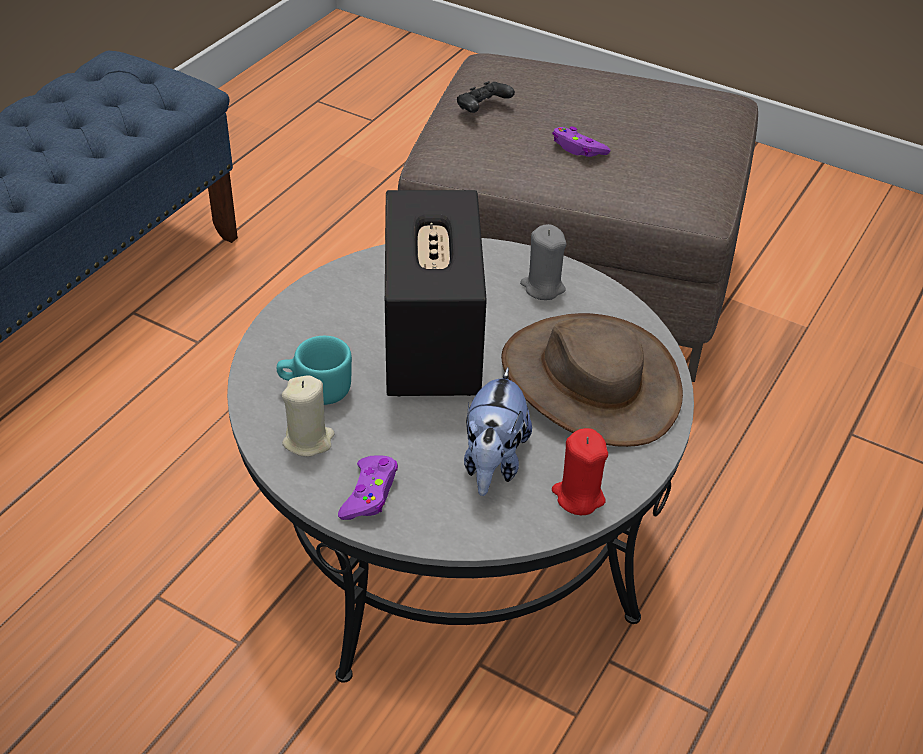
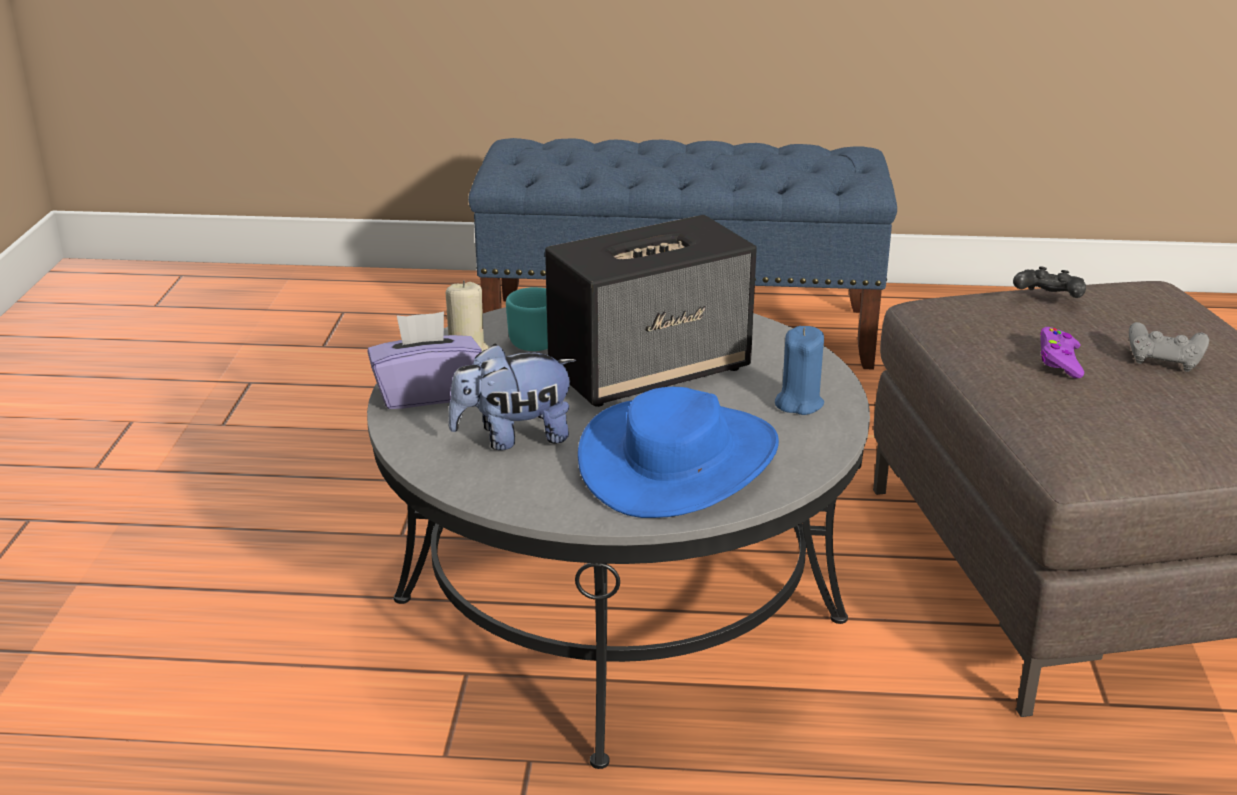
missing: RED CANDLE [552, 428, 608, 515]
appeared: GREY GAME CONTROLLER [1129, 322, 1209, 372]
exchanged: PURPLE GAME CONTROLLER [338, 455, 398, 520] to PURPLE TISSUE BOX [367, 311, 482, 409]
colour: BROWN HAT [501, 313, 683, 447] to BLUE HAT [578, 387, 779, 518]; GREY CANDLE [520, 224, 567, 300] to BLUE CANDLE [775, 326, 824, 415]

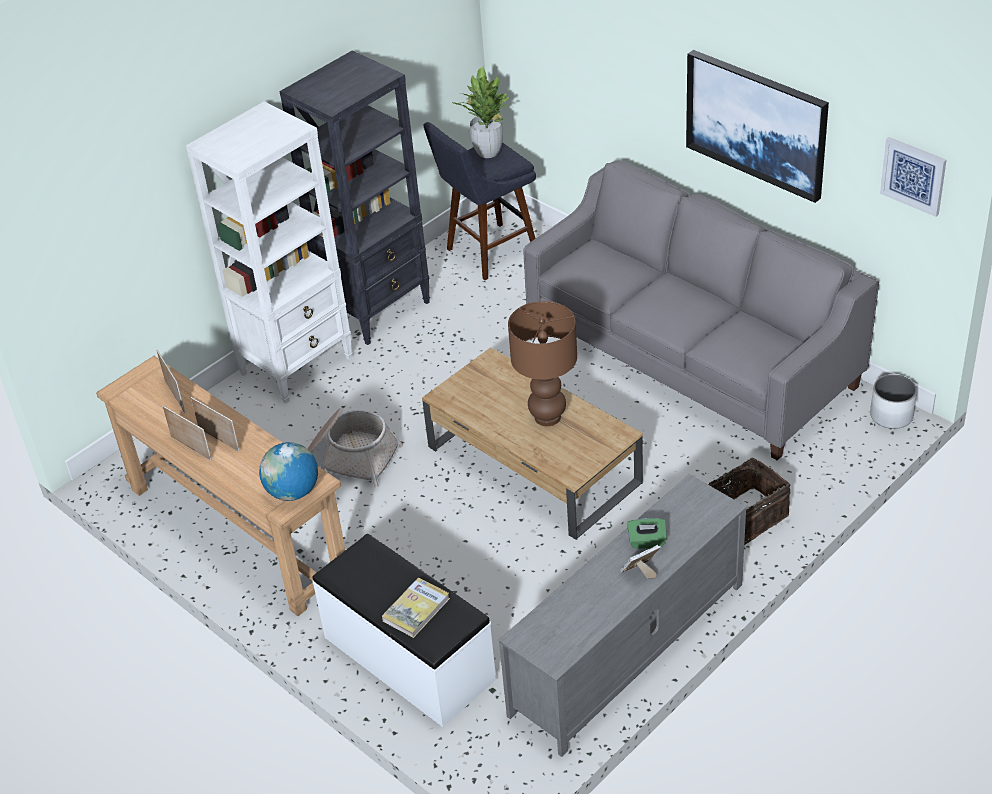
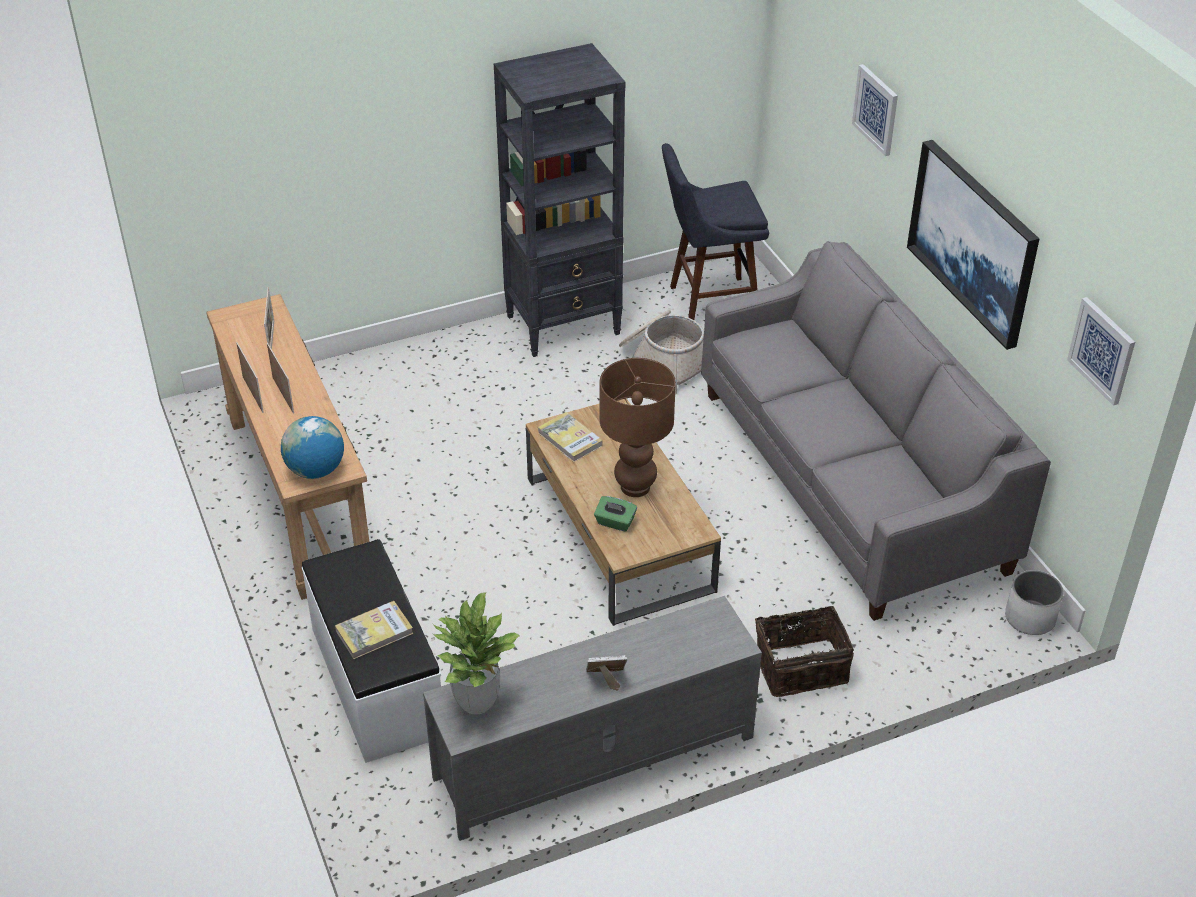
missing: WHITE BOOKCASE [186, 101, 353, 404]
appeared: BOOK [538, 412, 602, 462]; PICTURE [852, 64, 898, 156]
relocated: BASKET [307, 408, 403, 488] to [619, 310, 704, 394]; POTTED PLANT [452, 66, 510, 158] to [433, 593, 519, 714]; GREEN TISSUE BOX [627, 518, 667, 549] to [594, 496, 637, 532]

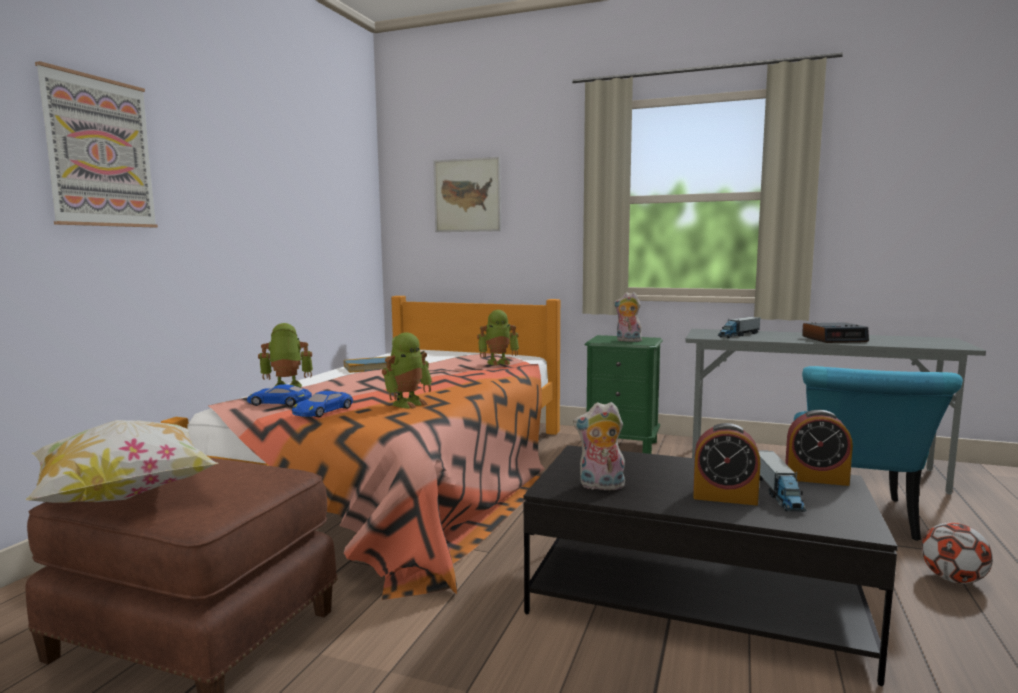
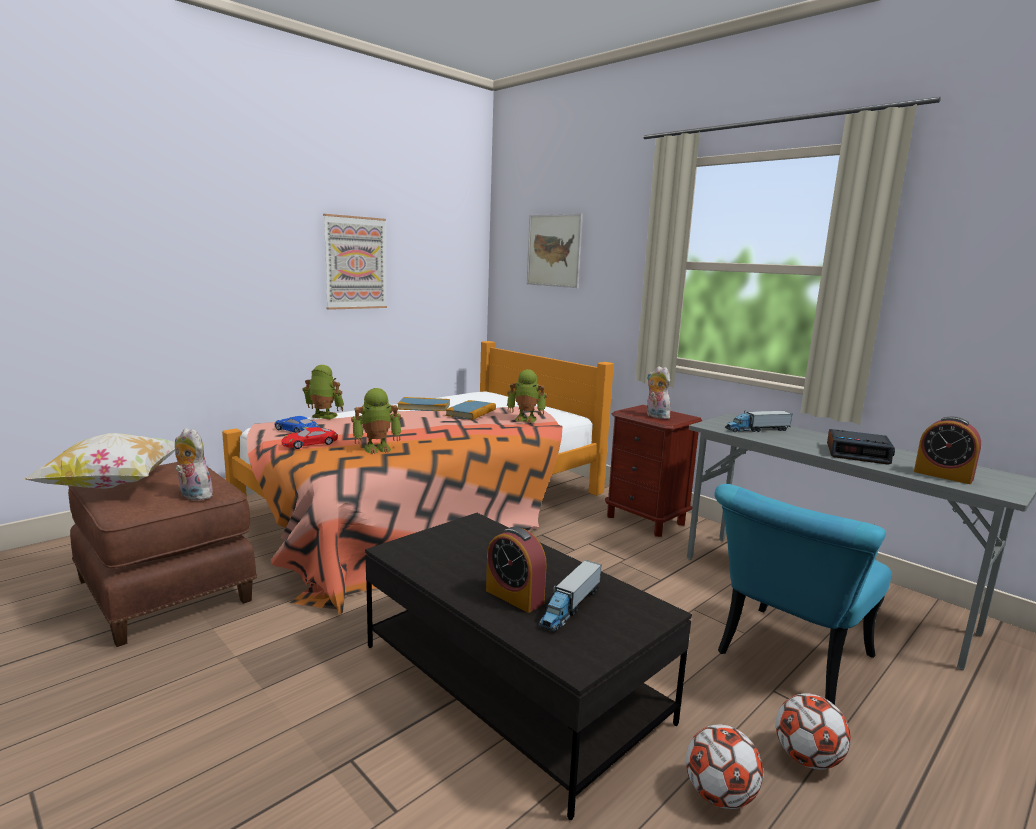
appeared: BOOK [445, 400, 496, 420]; FOOTBALL [686, 725, 763, 809]
relocated: PICTURE [35, 61, 158, 227] to [323, 214, 387, 310]; PLUSH TOY [573, 402, 625, 490] to [175, 428, 216, 500]; ALARM CLOCK [785, 410, 853, 486] to [914, 417, 981, 484]
colour: BLUE TOY CAR [292, 391, 353, 417] to RED TOY CAR [281, 427, 338, 449]; GREEN NIGHTSTAND [585, 335, 663, 454] to BROWN NIGHTSTAND [605, 405, 702, 537]

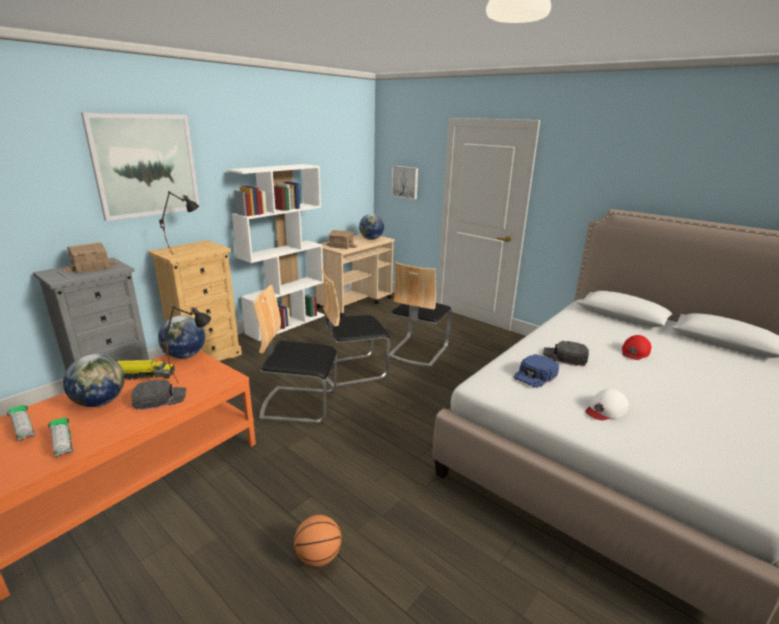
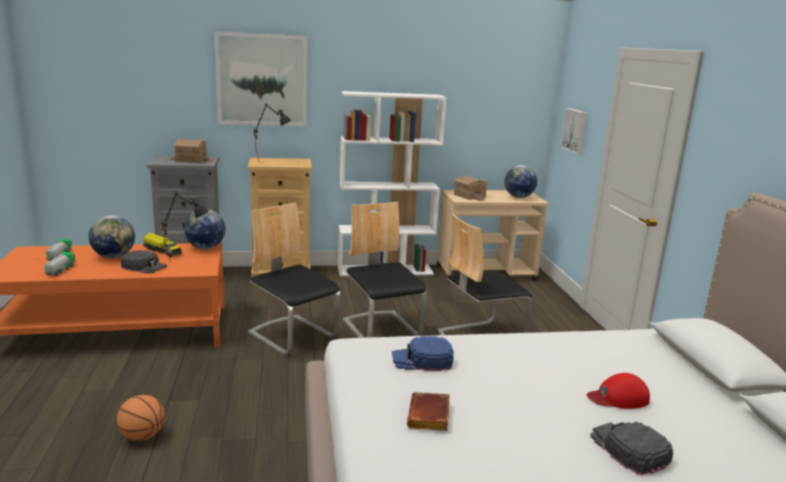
relocated: BLACK CAP [543, 341, 589, 366] to [591, 422, 673, 476]
exchanged: WHITE CAP [585, 389, 629, 420] to BROWN BOOK [407, 392, 450, 431]
spun: CHAIR [321, 268, 390, 388] = [343, 202, 427, 338] 45 degrees clockwise

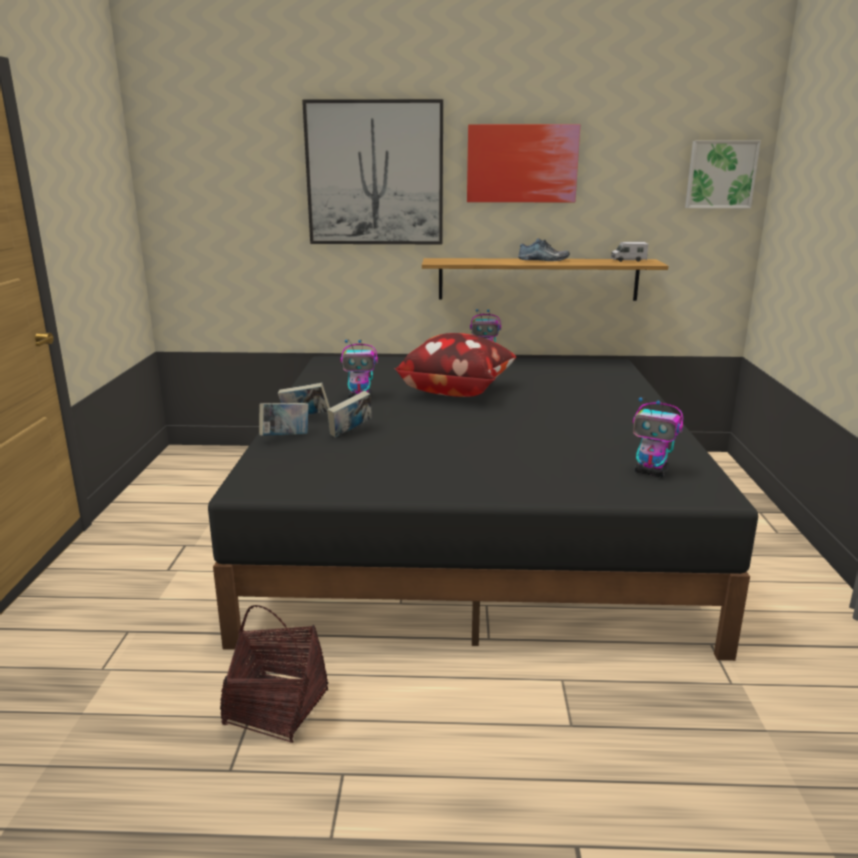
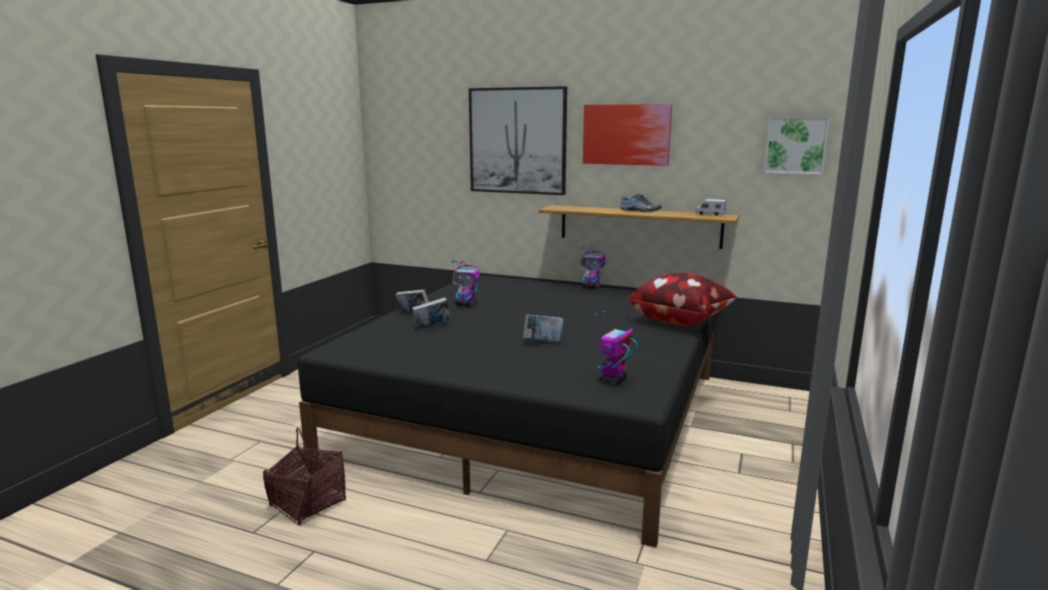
relocated: BOOK [259, 403, 309, 436] to [523, 314, 564, 342]; PILLOW [394, 333, 516, 397] to [628, 272, 737, 326]
spun: TOY ROBOT [633, 397, 683, 477] = [595, 311, 638, 385] 75 degrees clockwise

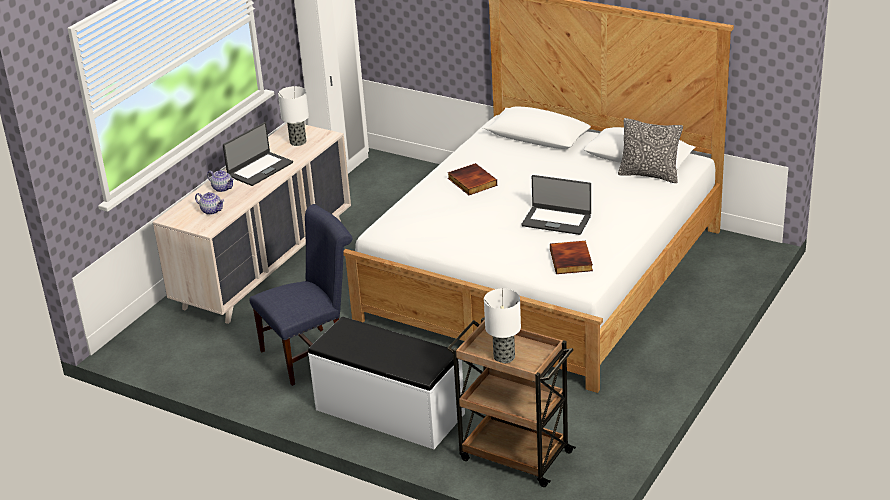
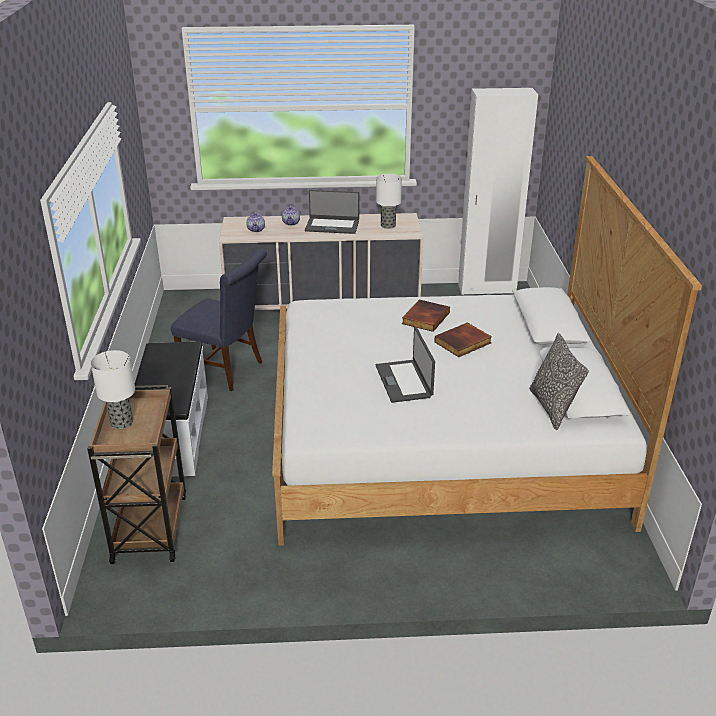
relocated: BOOK [550, 241, 593, 274] to [434, 322, 492, 357]

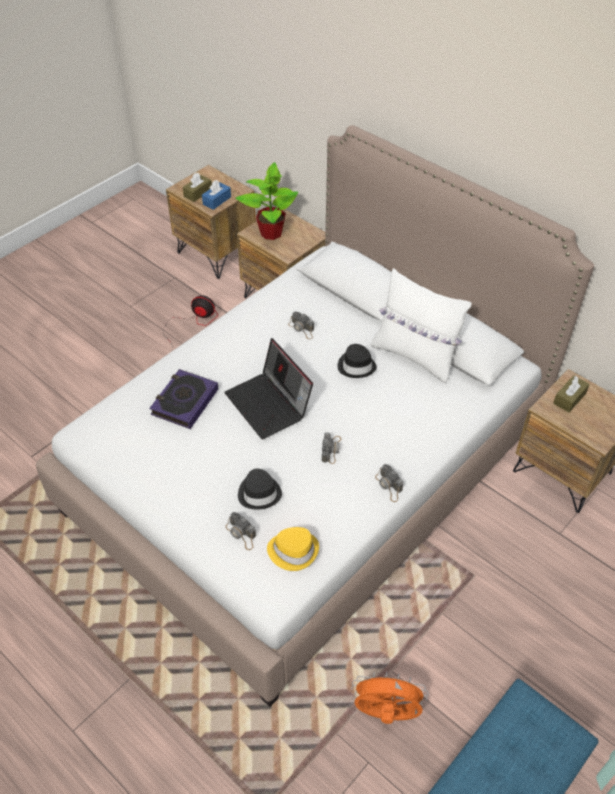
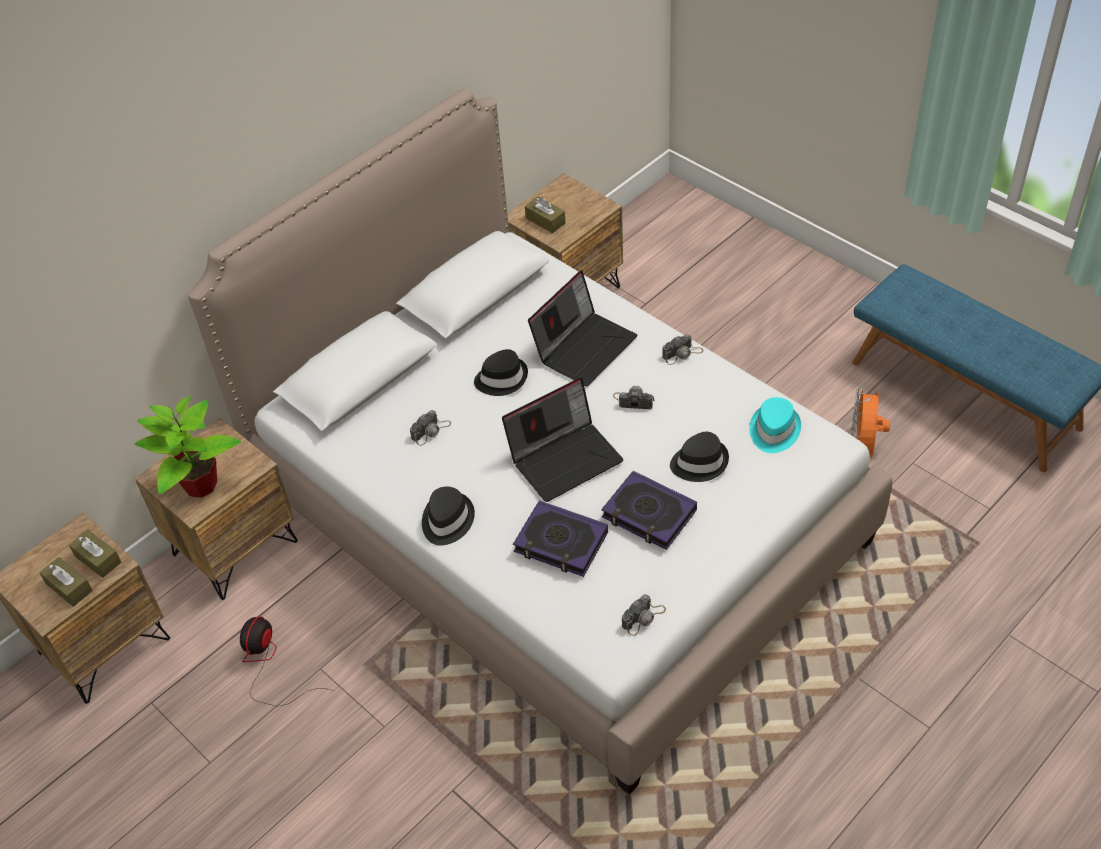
missing: WHITE PILLOW [370, 268, 472, 383]
appeared: BLACK HAT [422, 487, 475, 546]; LAPTOP [528, 270, 638, 387]; BOOK [601, 471, 697, 550]
relocated: PHOTO CAMERA [225, 512, 256, 550] to [622, 594, 666, 636]
colour: BLUE TISSUE BOX [202, 180, 231, 210] to BROWN TISSUE BOX [69, 530, 121, 578]; YELLOW HAT [267, 527, 319, 571] to TURQUOISE HAT [749, 397, 801, 453]

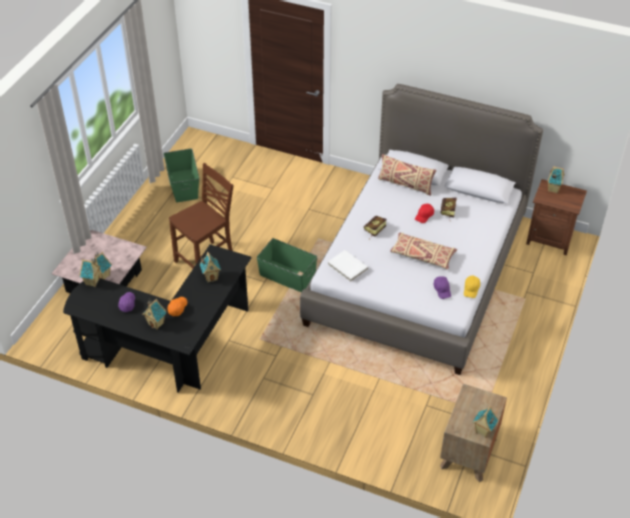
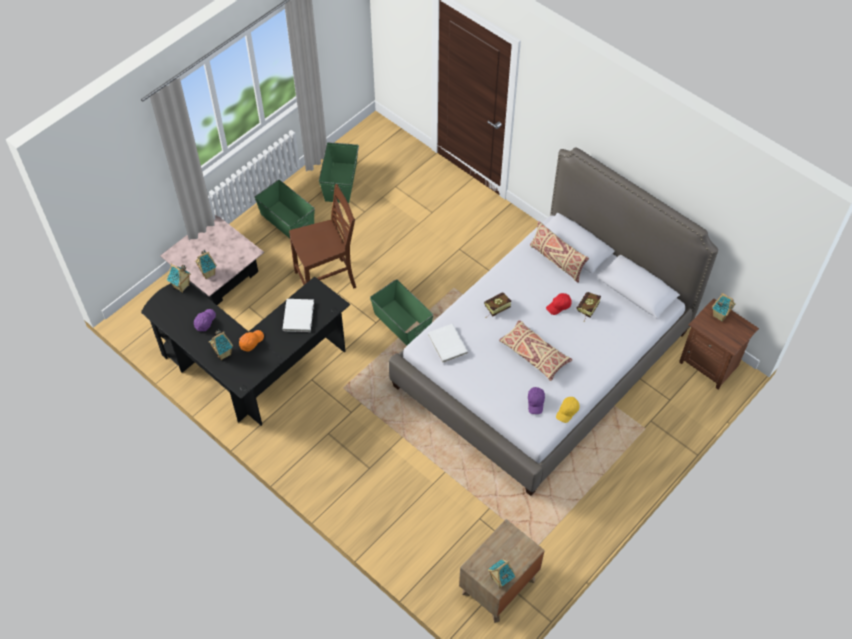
appeared: GREEN STORAGE BOX [254, 180, 315, 238]
exchanged: TOY HOUSE [200, 252, 221, 282] to WHITE BOOK [282, 299, 314, 332]

